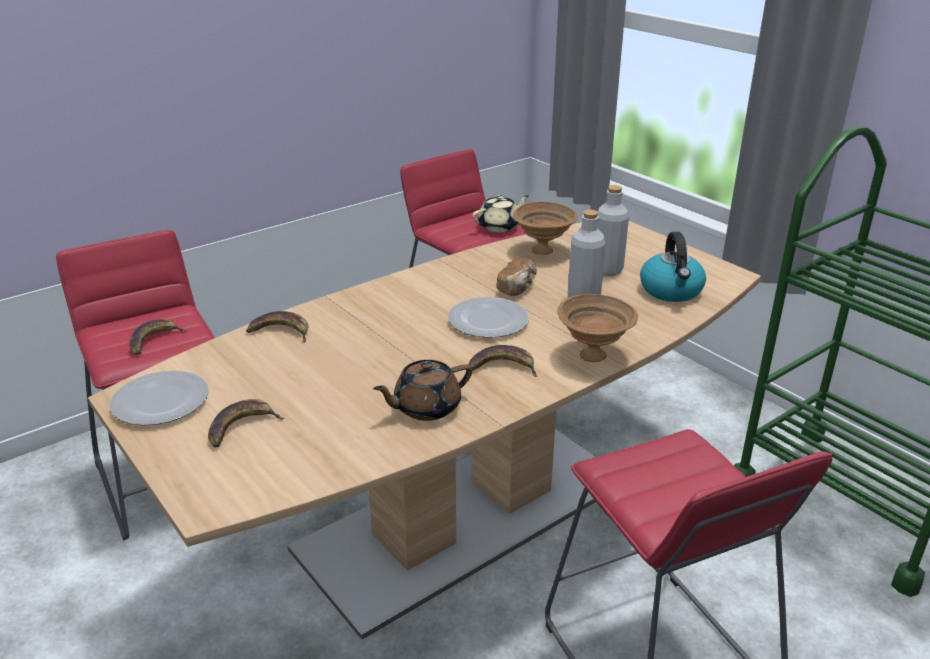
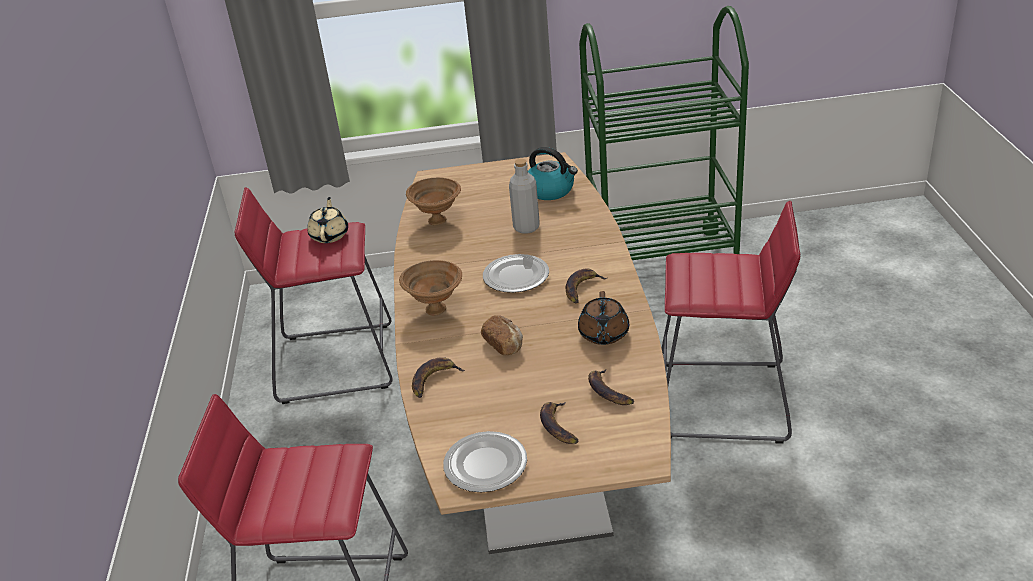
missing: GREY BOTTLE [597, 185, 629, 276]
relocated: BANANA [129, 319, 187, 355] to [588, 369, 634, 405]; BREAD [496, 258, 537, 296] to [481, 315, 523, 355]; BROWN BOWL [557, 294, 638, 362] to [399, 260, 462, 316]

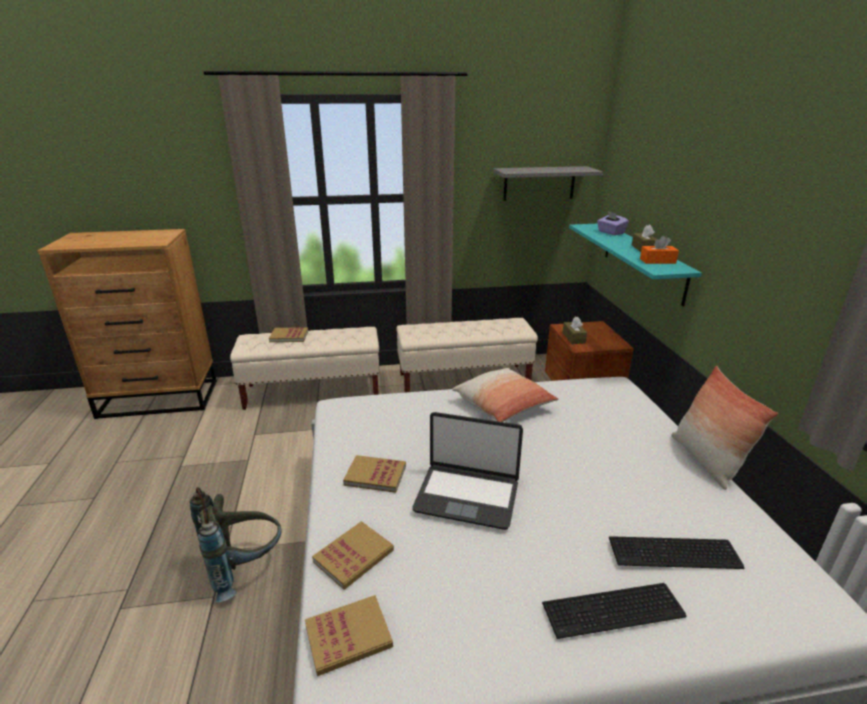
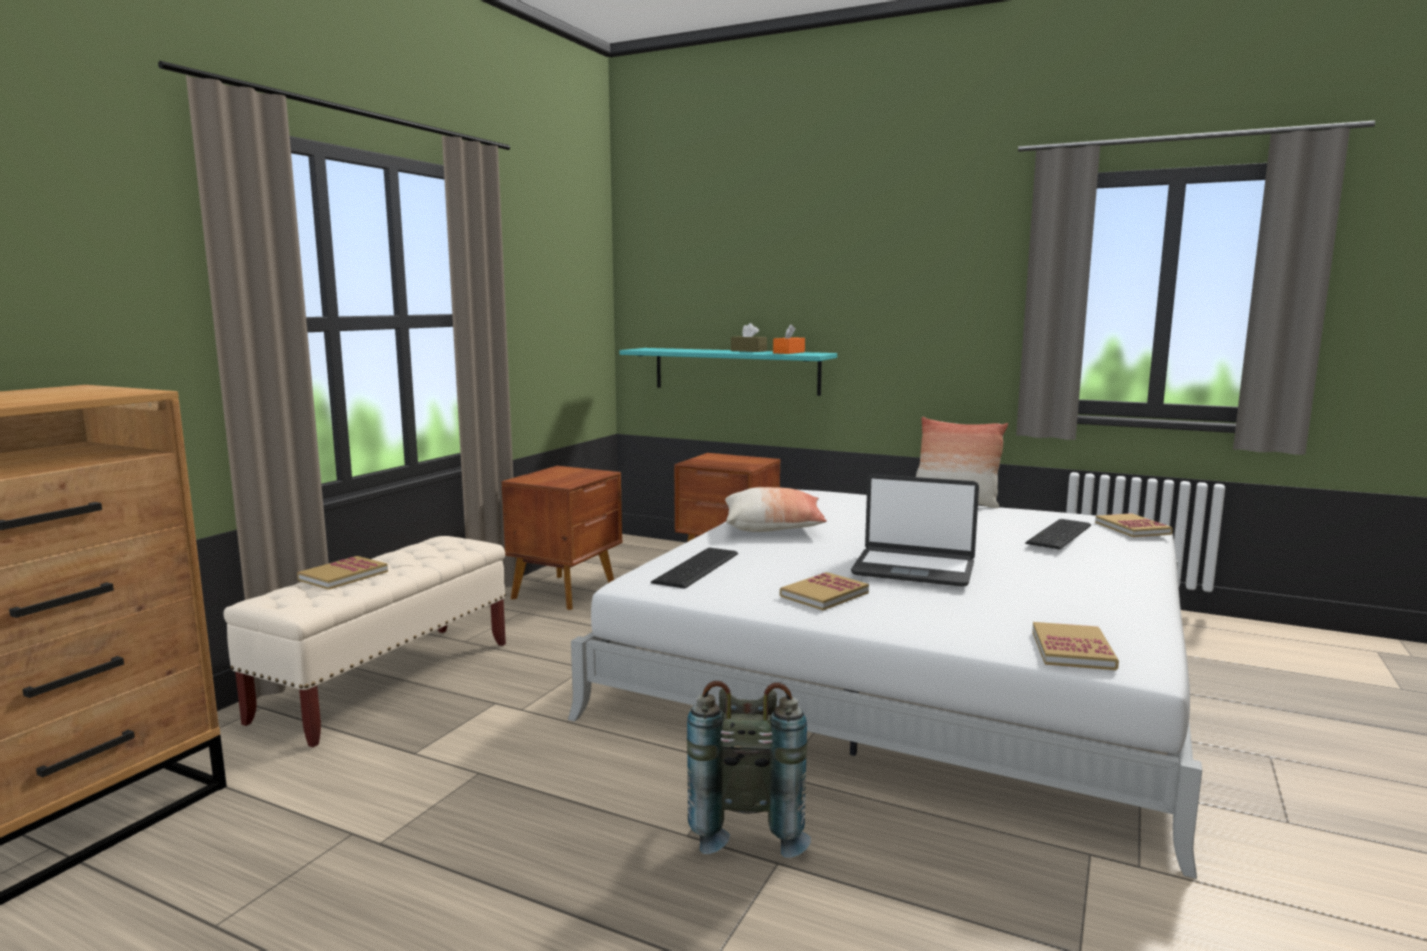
missing: GREY SHELF [493, 166, 603, 201]; BROWN TISSUE BOX [563, 316, 587, 344]; PURPLE TISSUE BOX [597, 211, 629, 235]
relocated: BOOK [312, 521, 394, 590] to [1095, 513, 1173, 537]; KEYBOARD [542, 583, 686, 639] to [651, 548, 738, 589]
exchanged: BEIGE BENCH [396, 318, 538, 393] to BROWN NIGHTSTAND [502, 466, 622, 610]
spun: LAPTOP [413, 412, 523, 530] = [851, 474, 979, 587] 60 degrees clockwise

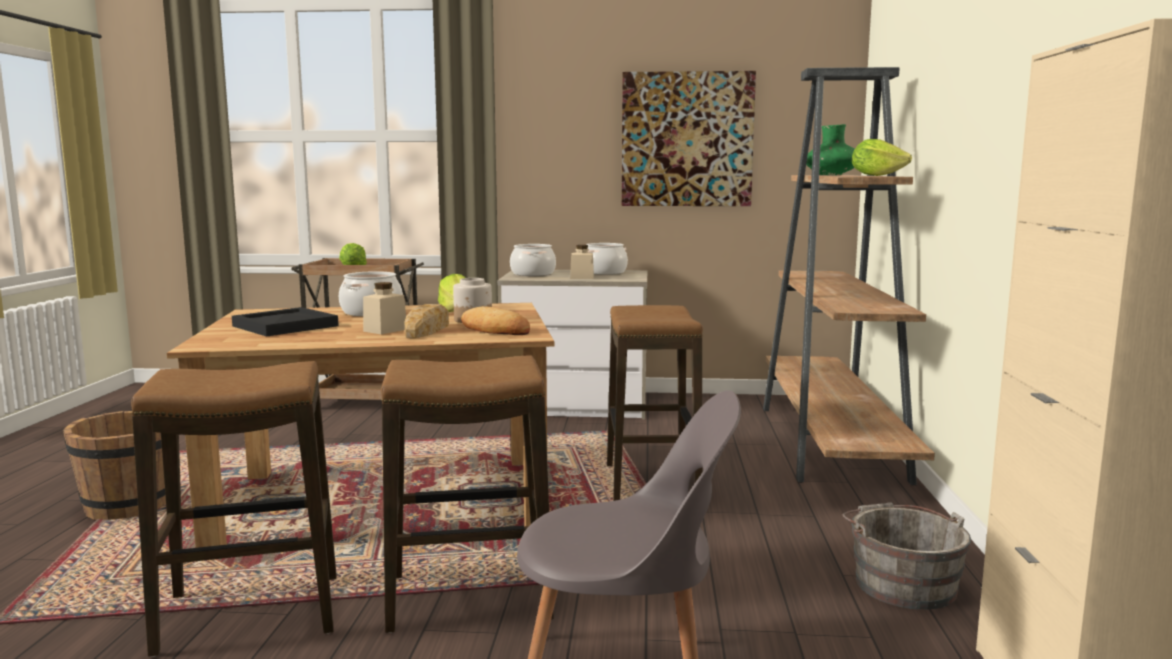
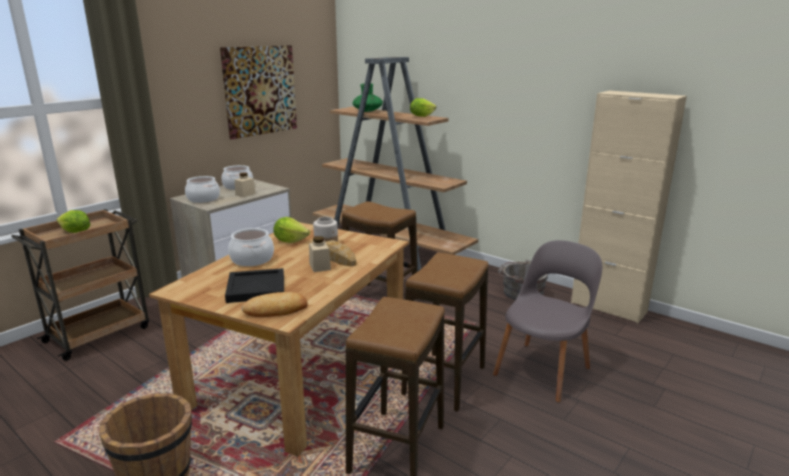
relocated: BREAD [461, 306, 530, 335] to [241, 292, 308, 317]

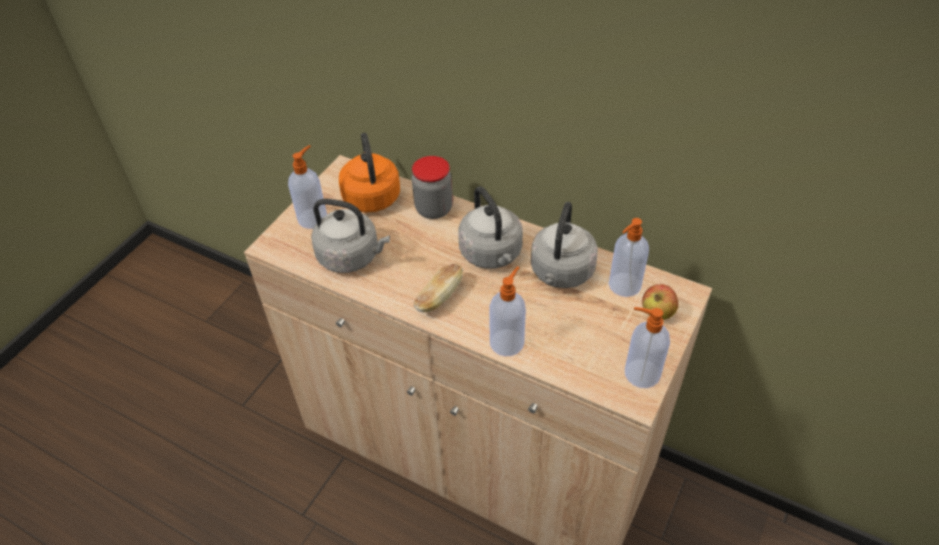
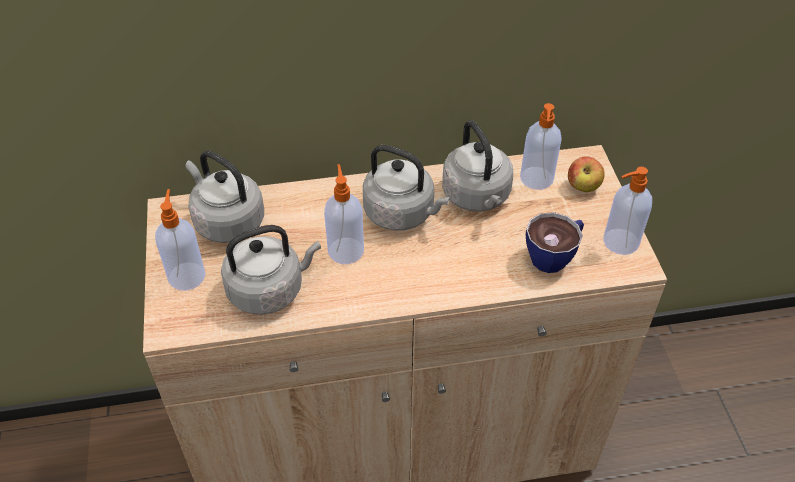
missing: JAR [412, 156, 453, 219]; BREAD [414, 264, 463, 312]
appeared: CUP [526, 212, 584, 273]
relocated: SOAP DISPENSER [489, 266, 526, 357] to [324, 164, 364, 264]
colour: ORANGE KETTLE [339, 133, 400, 212] to GREY KETTLE [186, 150, 264, 243]

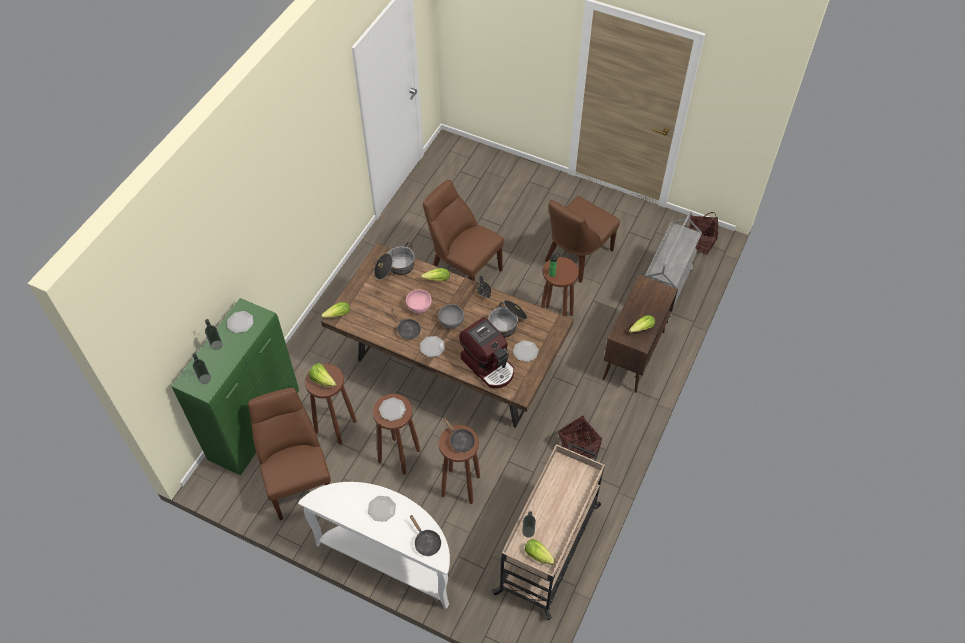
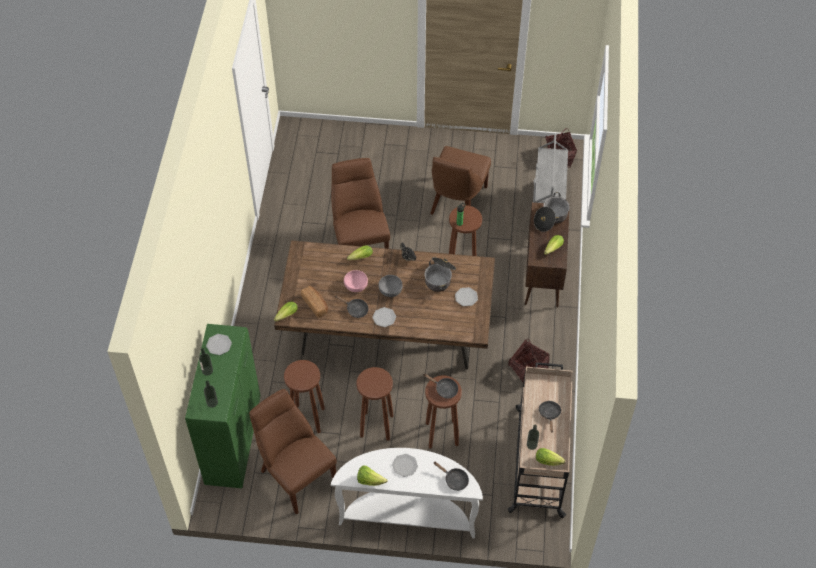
missing: PLATE [379, 398, 406, 421]; COFFEE MACHINE [459, 317, 514, 388]
appeared: BREAD [301, 286, 328, 318]; BLACK FRYING PAN [538, 401, 562, 433]
relocated: LETTUCE [309, 363, 337, 387] to [357, 466, 388, 486]; COOKING POT [374, 243, 415, 280] to [534, 192, 570, 232]
spun: BROWN CHAIR [423, 180, 504, 281] = [331, 158, 390, 249] 60 degrees clockwise

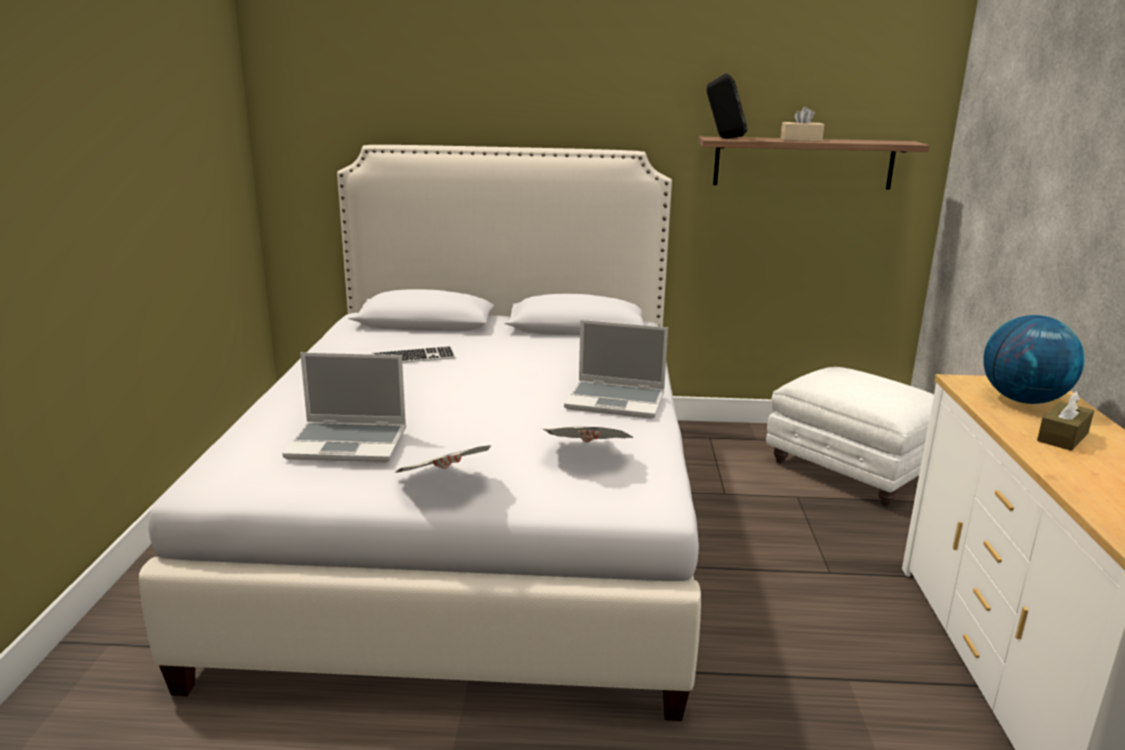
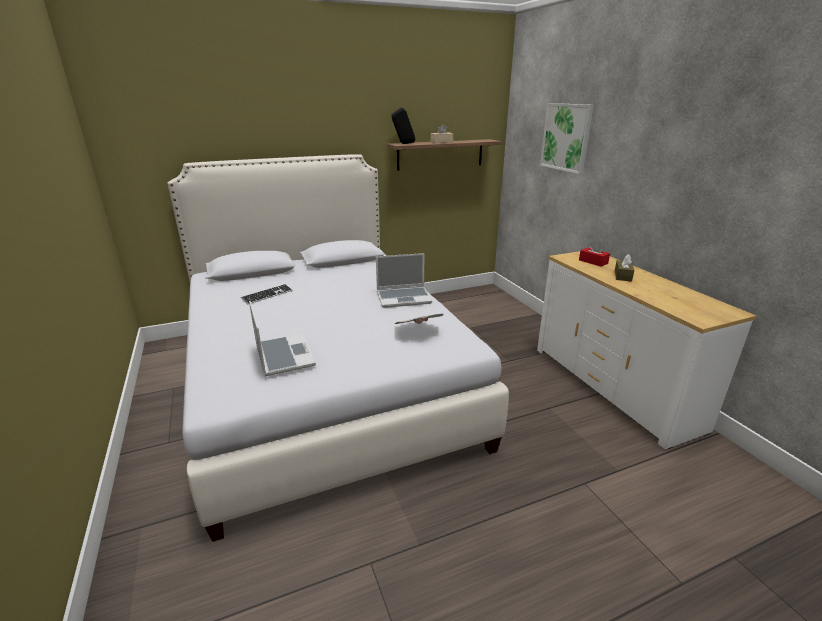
missing: NEWSPAPER [396, 445, 492, 473]; WHITE OTTOMAN [766, 367, 934, 506]
appeared: PICTURE [540, 103, 594, 174]
exchanged: GLOBE [983, 315, 1085, 404] to RED TISSUE BOX [579, 242, 610, 267]
spun: LAPTOP [282, 352, 406, 462] = [249, 301, 316, 376] 90 degrees counterclockwise

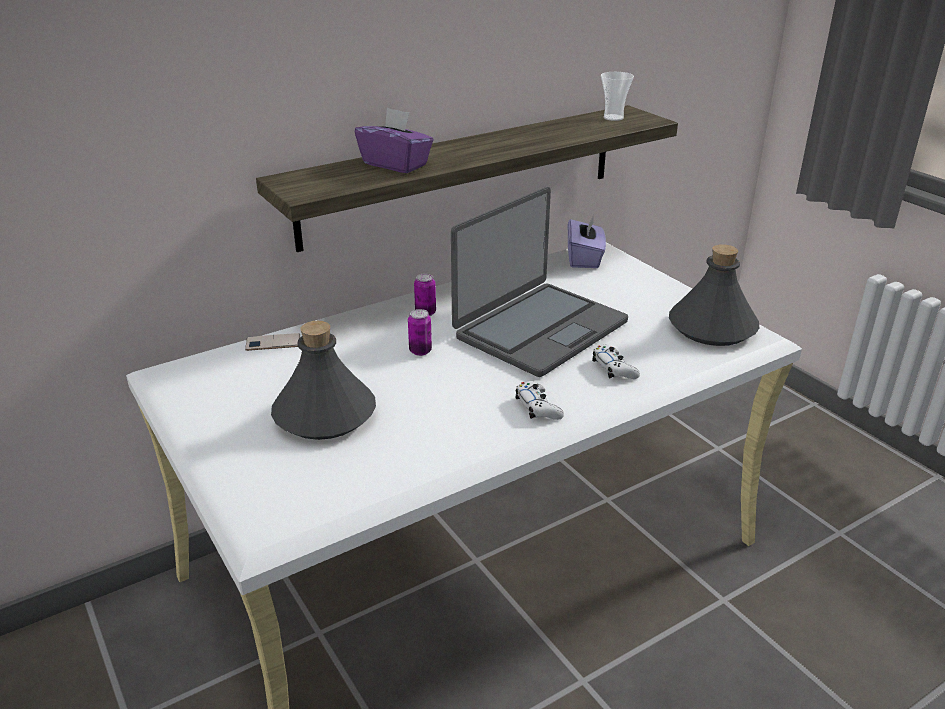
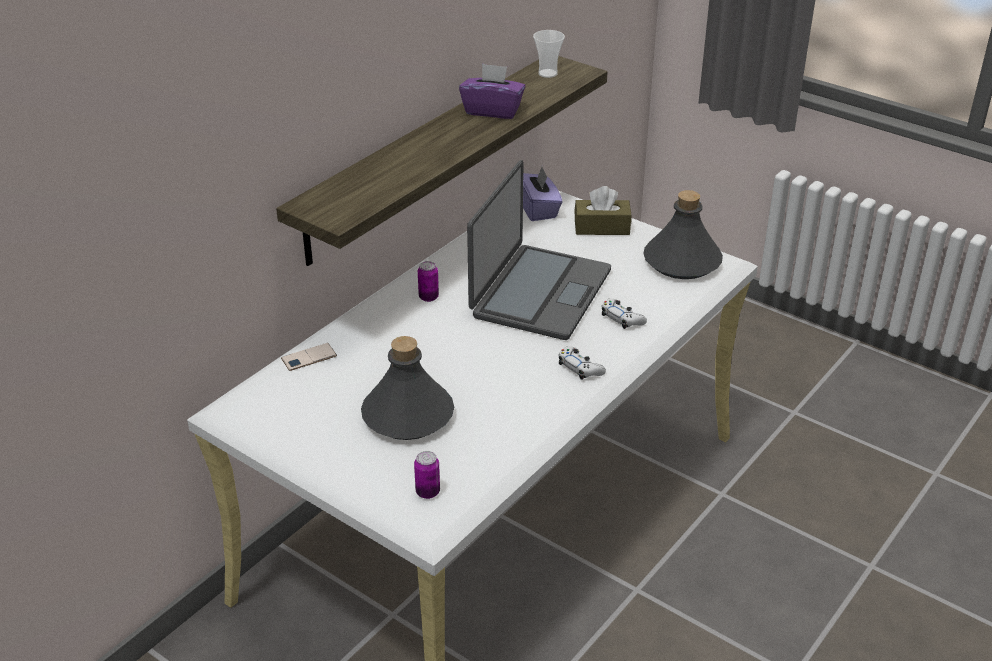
appeared: BROWN TISSUE BOX [574, 186, 631, 235]
relocated: PURPLE TISSUE BOX [355, 107, 434, 173] to [459, 63, 526, 119]; CAN [408, 309, 432, 356] to [414, 451, 440, 499]

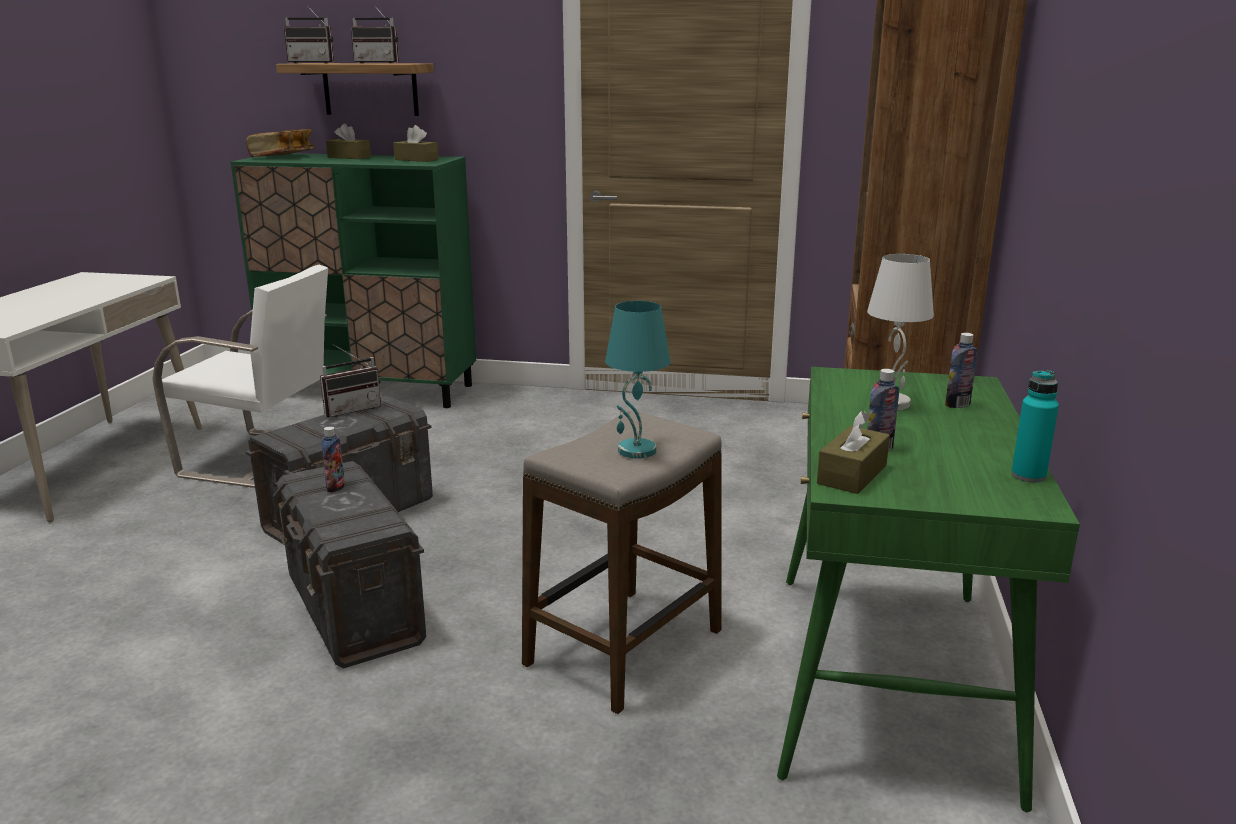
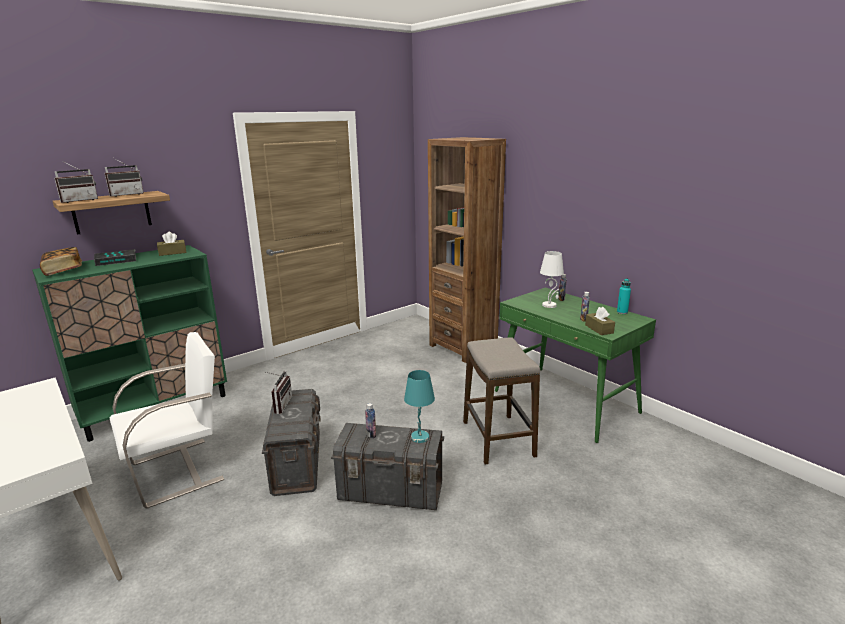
relocated: TURQUOISE TABLE LAMP [605, 301, 670, 458] to [404, 370, 435, 443]
exchanged: BROWN TISSUE BOX [326, 124, 371, 159] to BOOK [94, 249, 136, 266]

